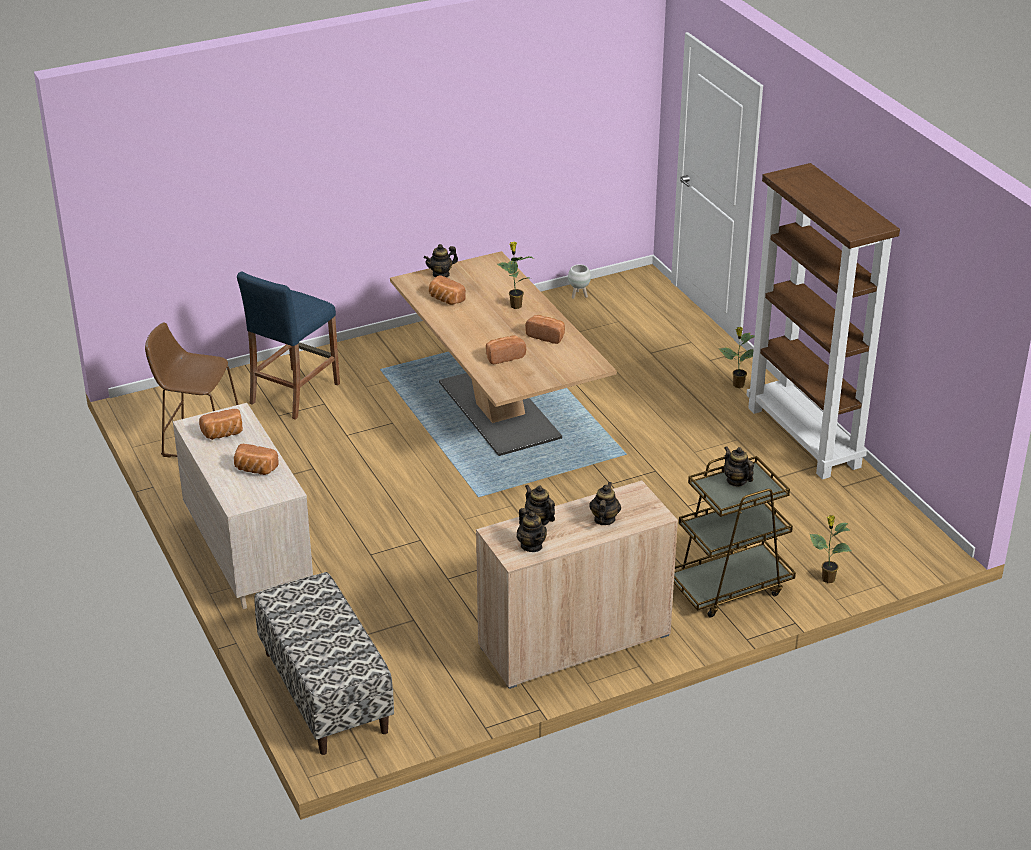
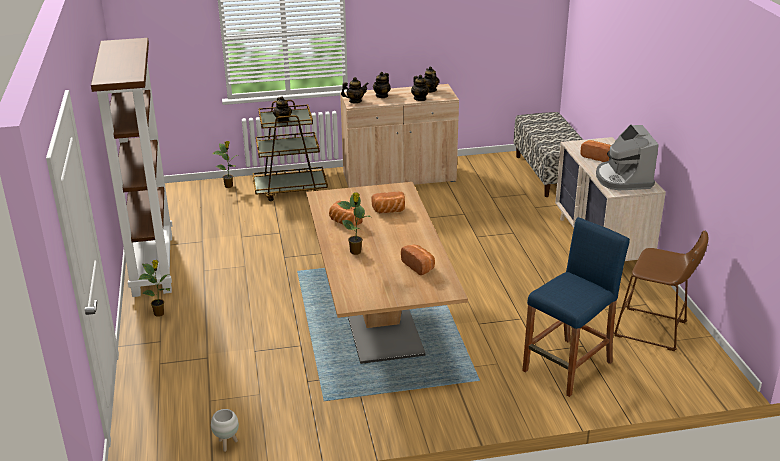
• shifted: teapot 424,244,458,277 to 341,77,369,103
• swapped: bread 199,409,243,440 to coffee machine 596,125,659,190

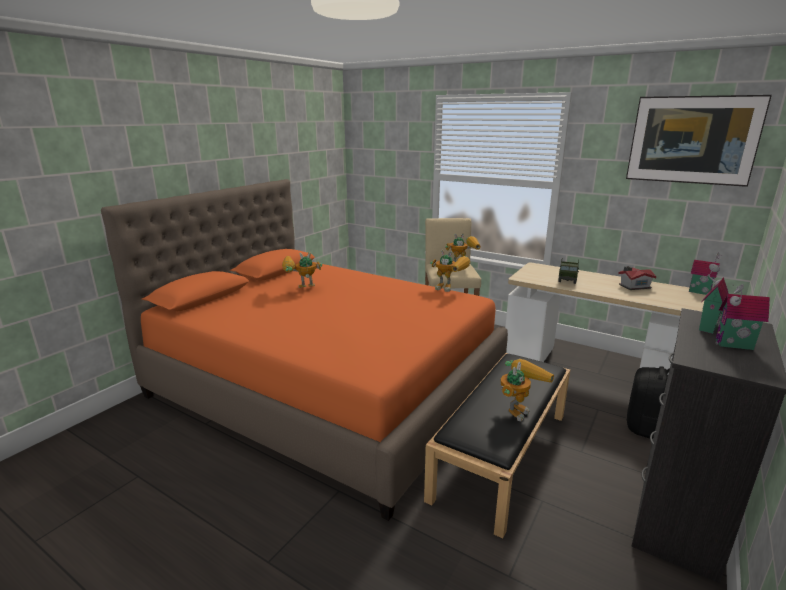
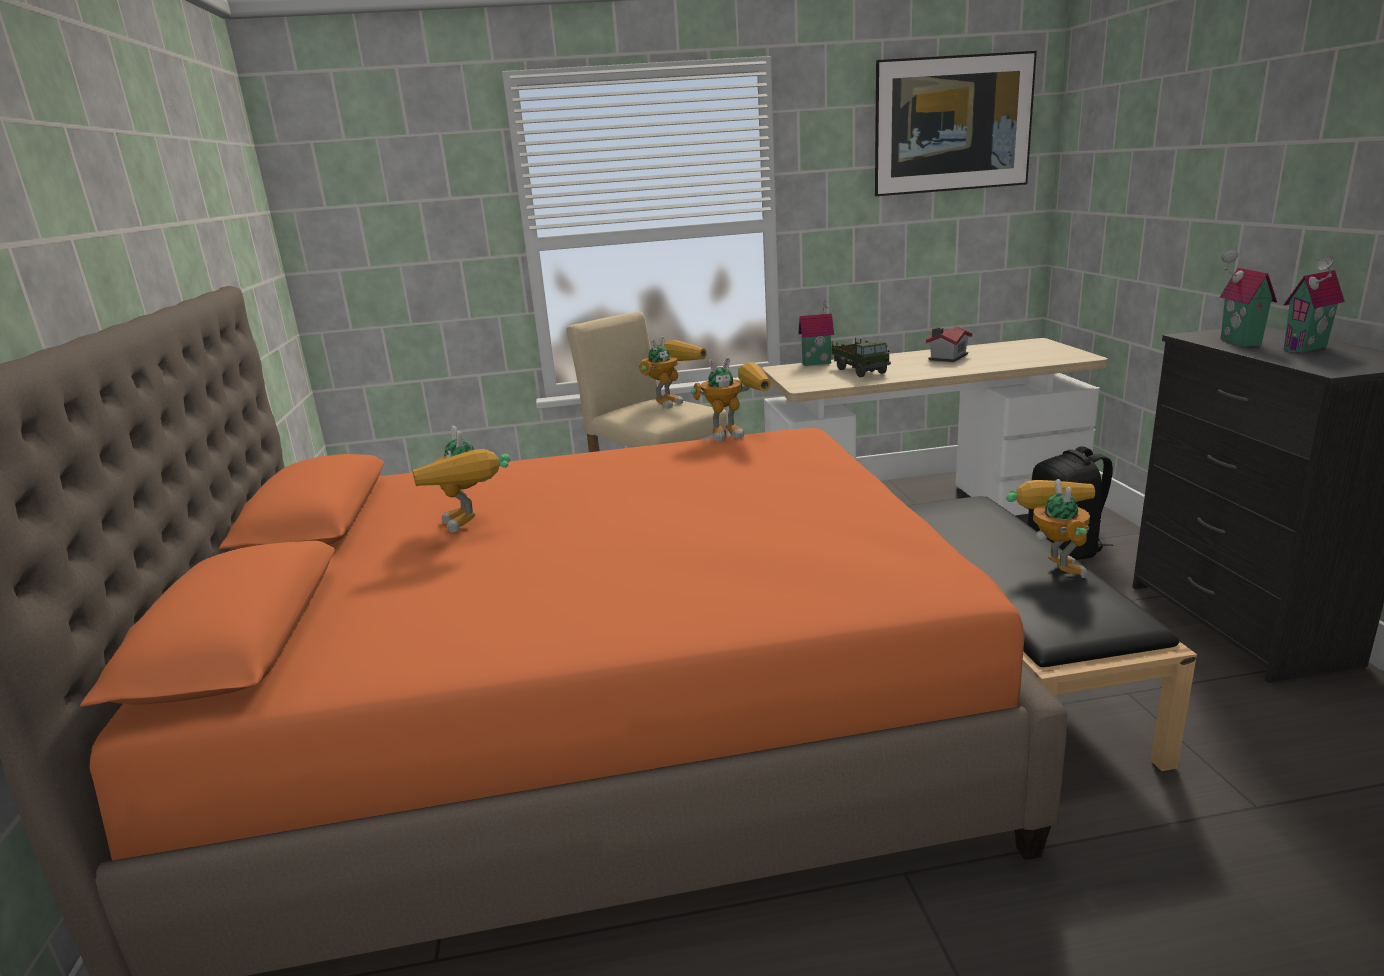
• rotated: toy robot 282,252,322,288 = 412,426,510,533 60 degrees counterclockwise
• shifted: toy house 689,253,723,295 to 798,300,834,366

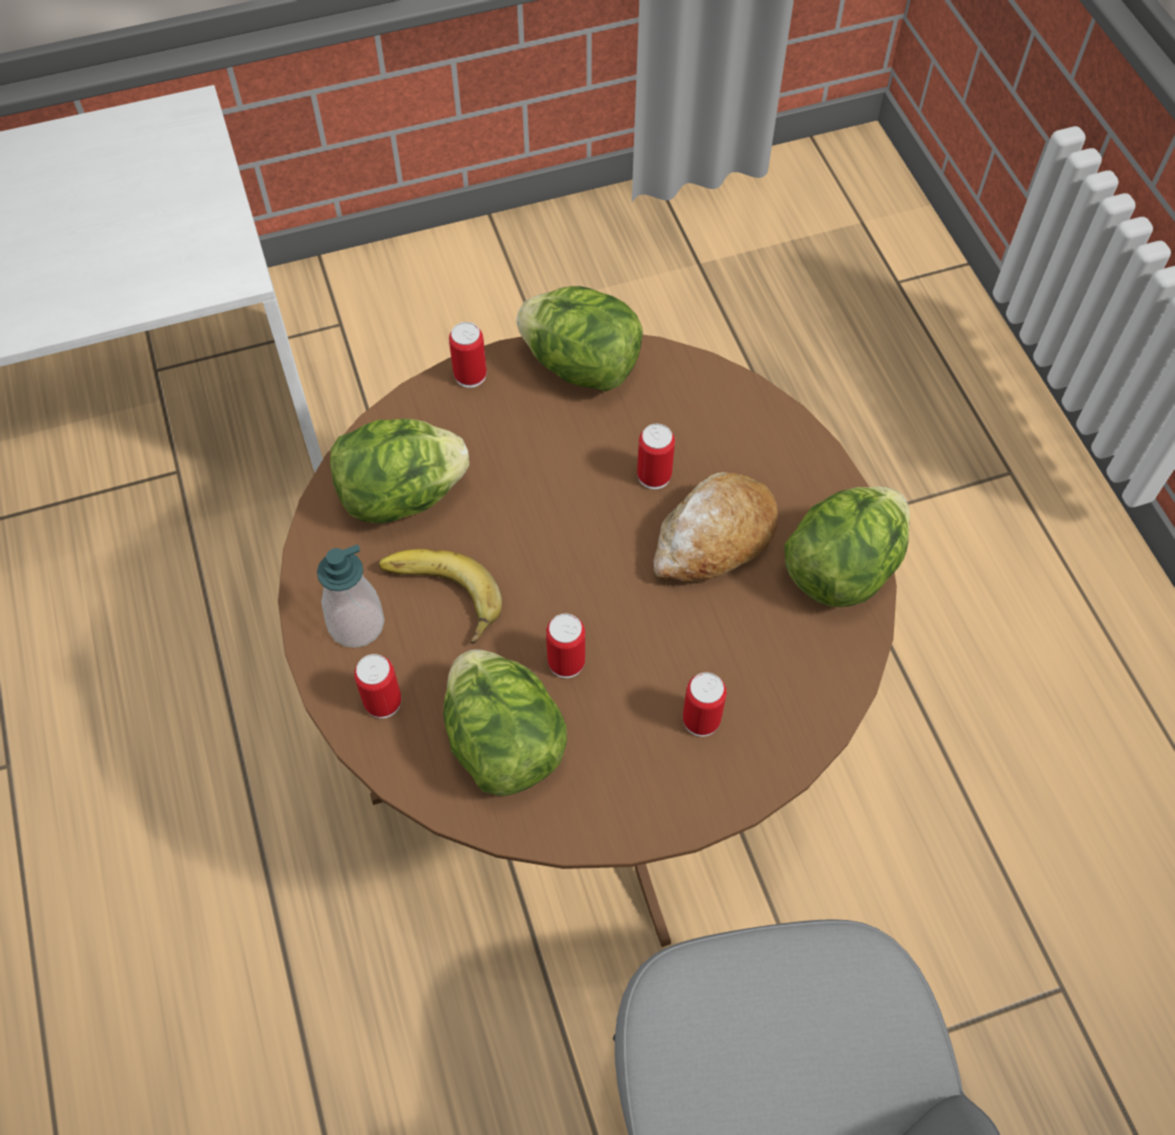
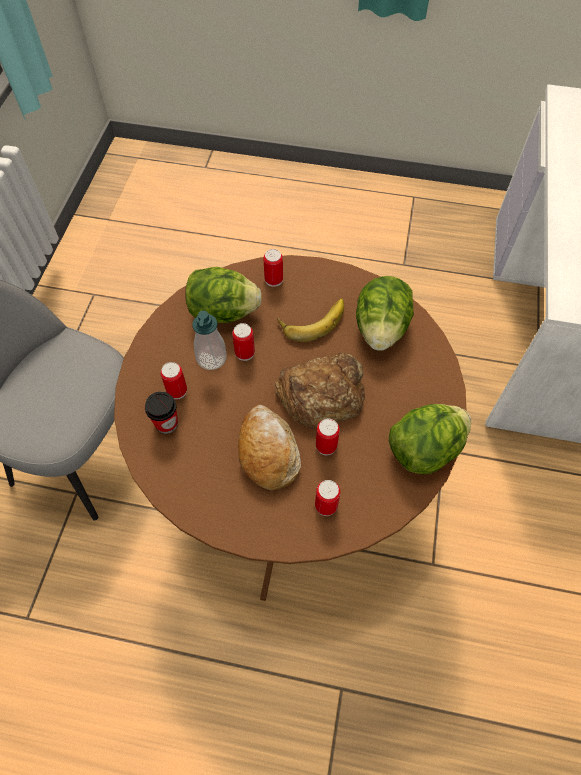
• shifted: can 449,322,487,388 to 315,480,340,516
• gone: lettuce 784,486,910,607
• shifted: soap dispenser 317,544,385,648 to 192,311,227,370
• new: bread 275,353,365,428
• new: cup 145,391,178,434

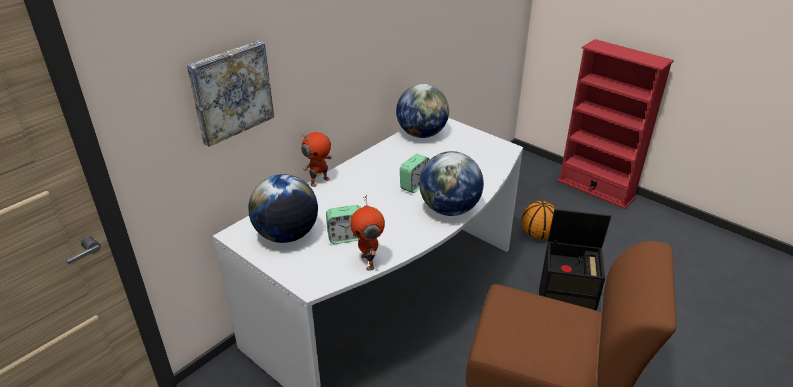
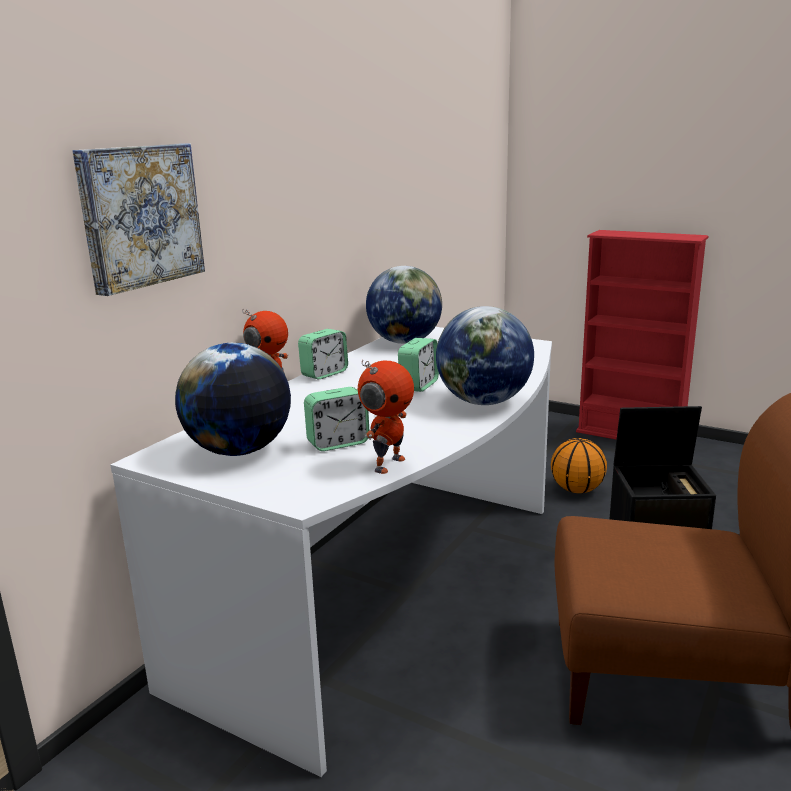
• rotated: toy robot 350,195,385,271 = 358,360,414,474 120 degrees counterclockwise
• new: alarm clock 298,329,348,380

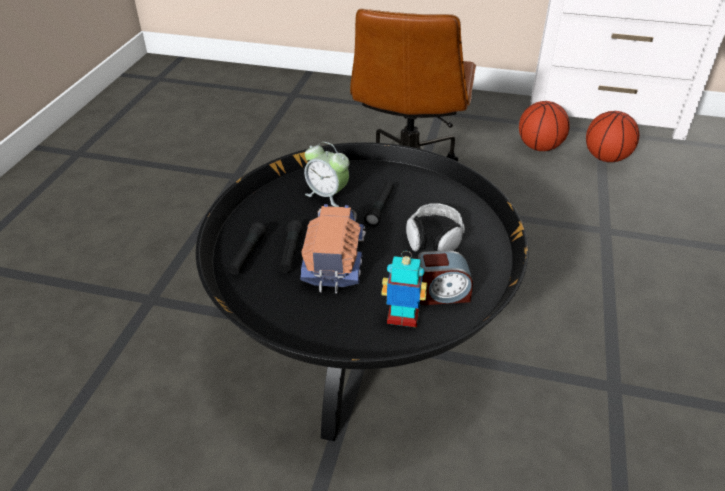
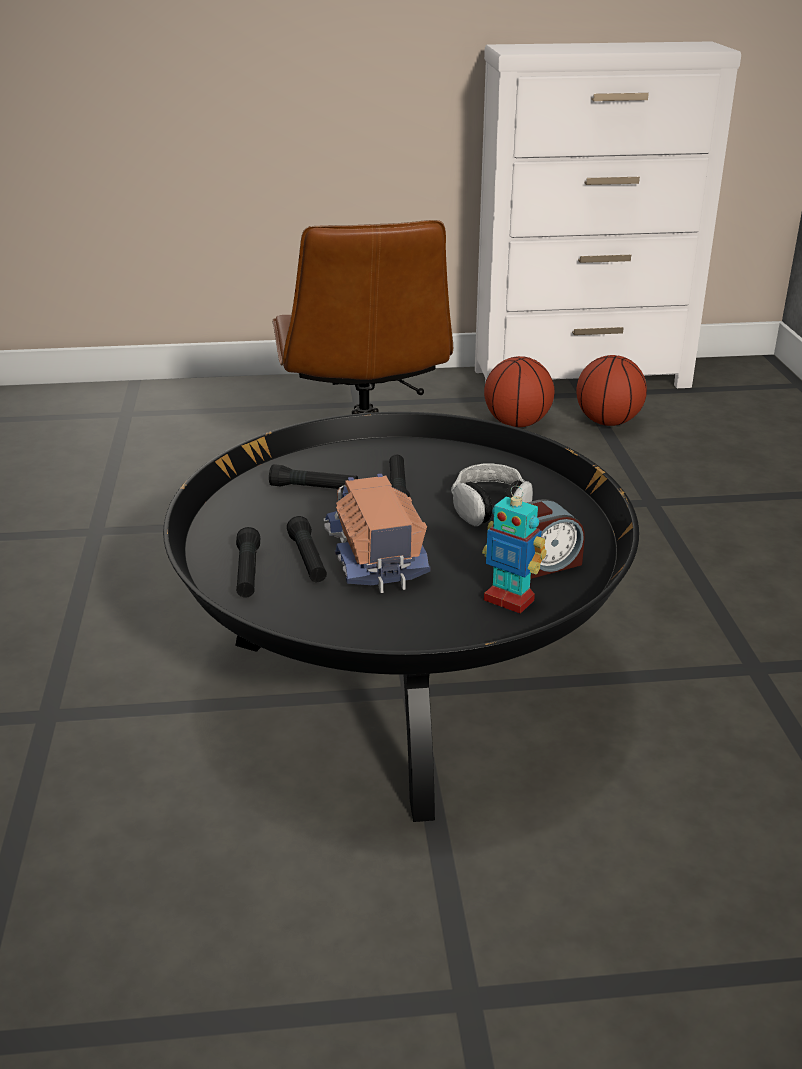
• swapped: alarm clock 304,142,349,207 to flashlight/black 269,464,358,489
• rotated: toy robot 381,251,427,328 = 482,486,547,614 135 degrees counterclockwise

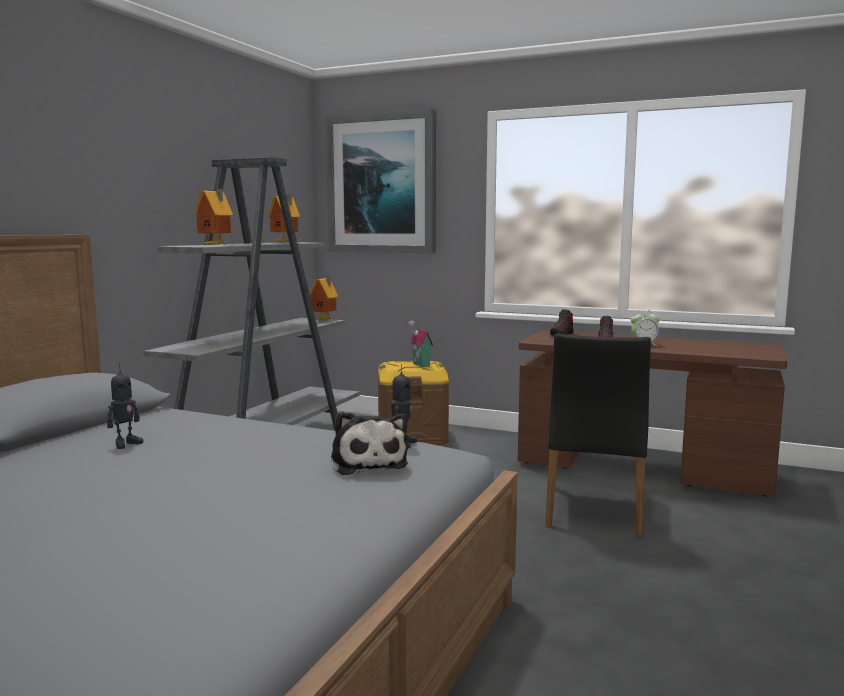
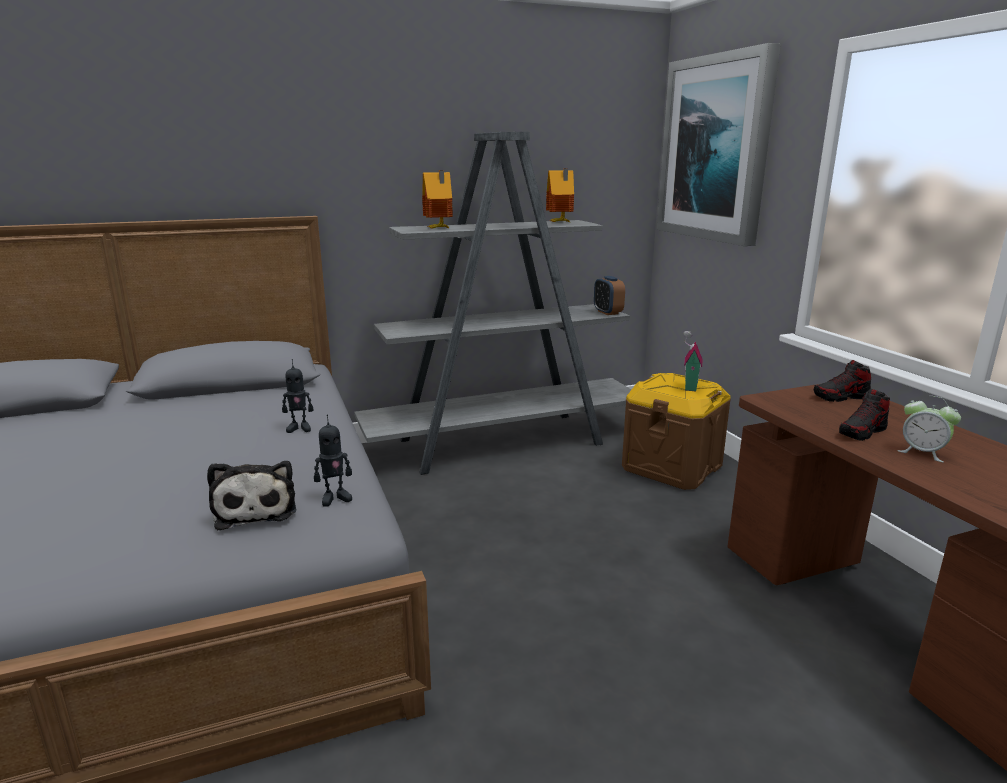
• swapped: toy house 310,277,338,320 to alarm clock 594,276,625,315
• gone: chair/black 546,334,651,537
• shifted: toy robot 107,363,143,449 to 282,359,313,433
• rotated: plush toy 331,411,408,475 = 207,461,296,530 45 degrees counterclockwise

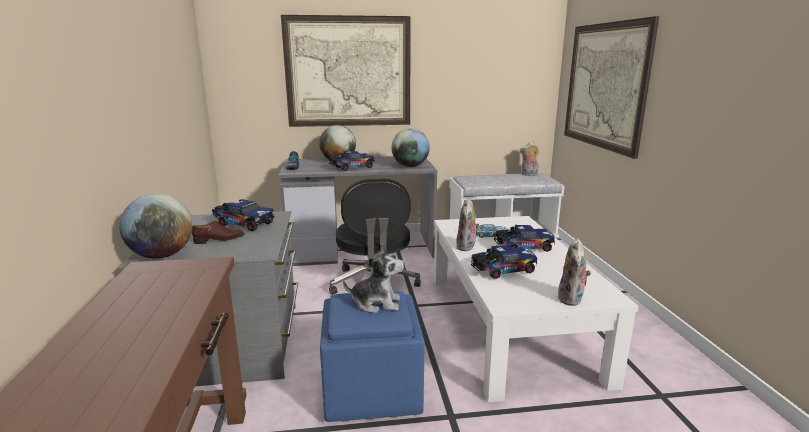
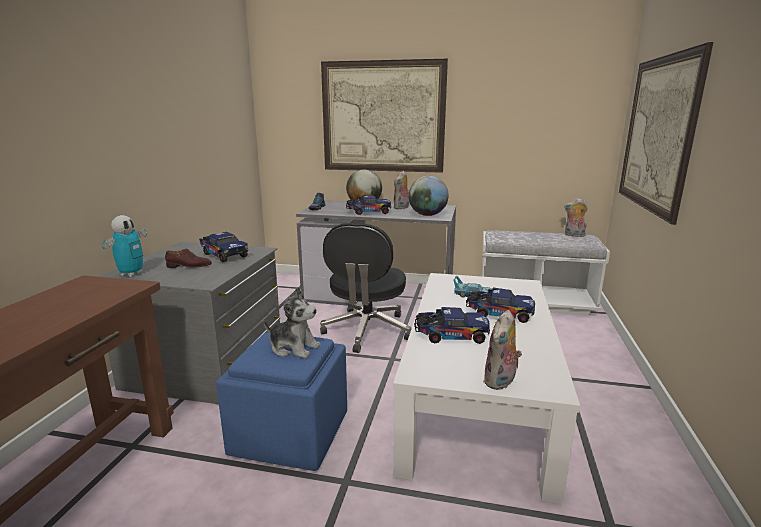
• swapped: globe 119,194,192,259 to toy robot 102,215,147,277
• shifted: plush toy 456,198,480,251 to 394,171,409,209

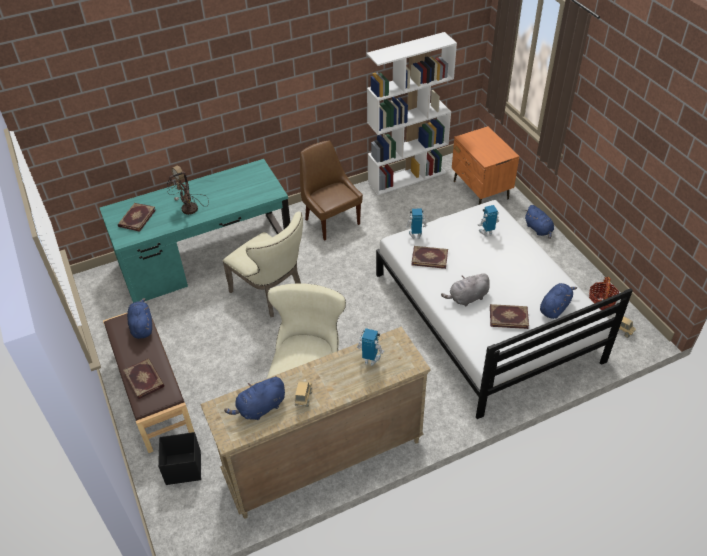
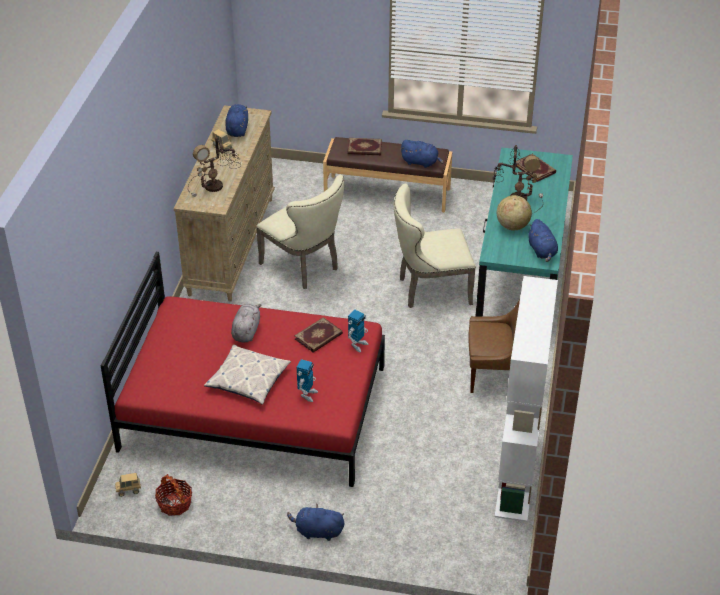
• gone: nightstand/orange 452,126,519,205
• repainted: bed/white 376,200,633,419 to bed/red 100,252,385,487
• shifted: plush toy/blue 540,283,577,319 to 528,219,558,262
• gone: book 490,304,529,329
• swapped: toy robot 357,328,385,366 to table lamp 188,137,241,197
• gone: storage box/black 158,432,201,485
• new: globe 497,195,532,230
• new: pillow 204,345,291,405

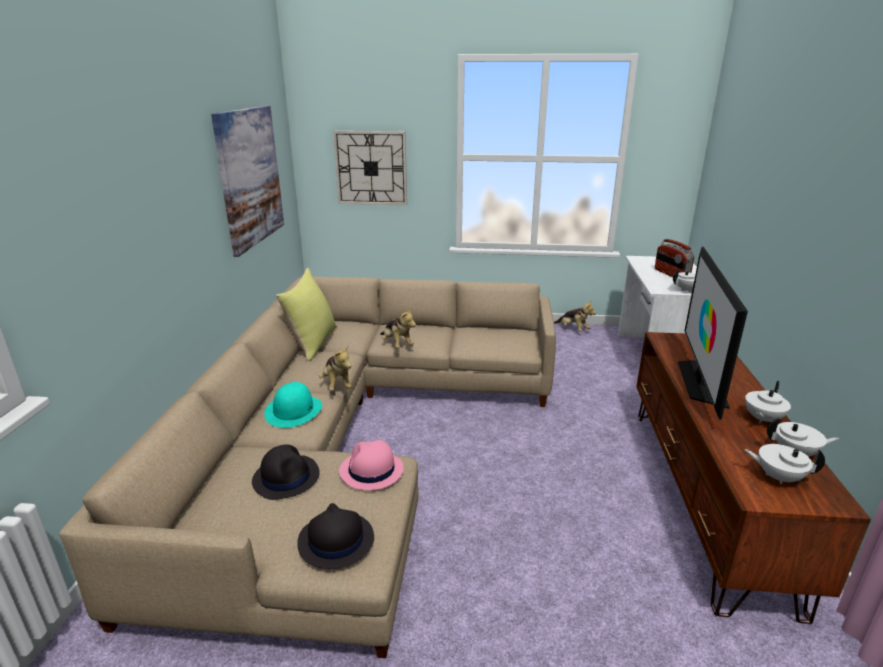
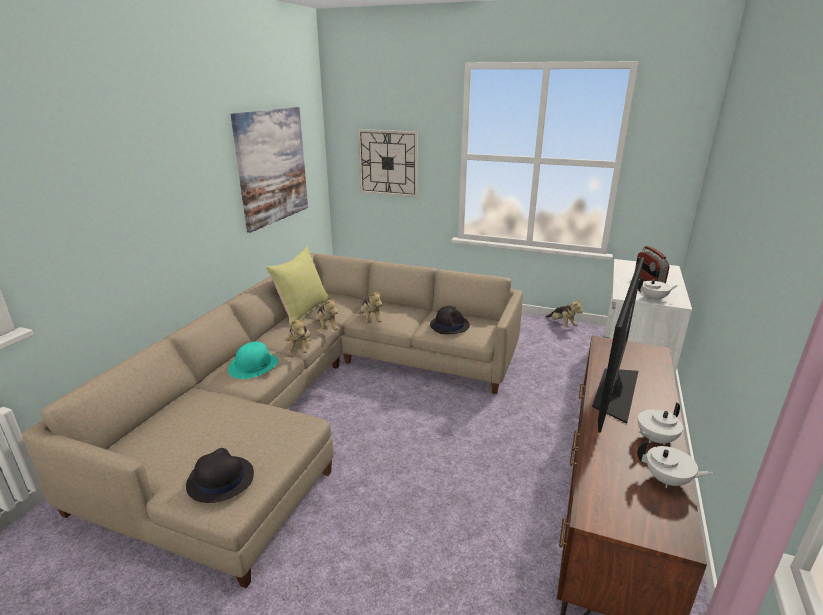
• gone: hat/pink 339,440,404,490
• gone: teapot/white 744,444,825,485
• shifted: hat/black 252,445,320,500 to 430,306,470,334
• new: plush toy 312,297,338,331

